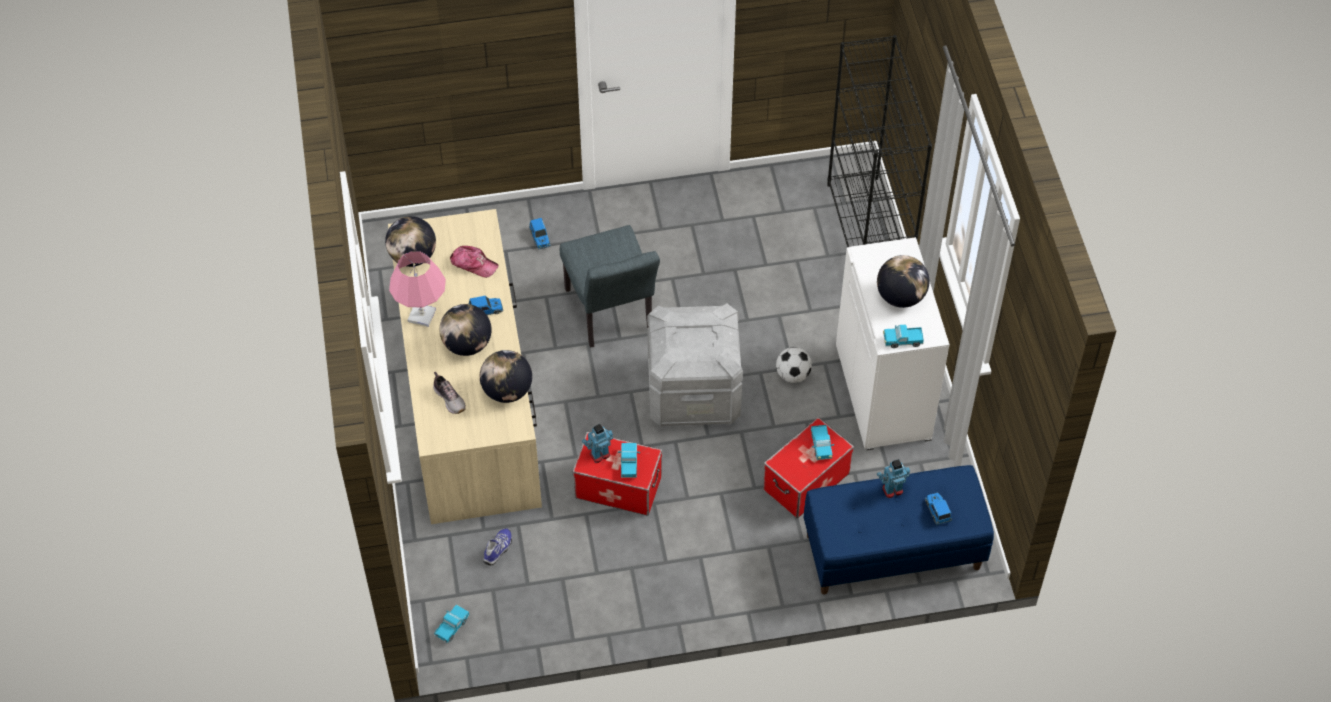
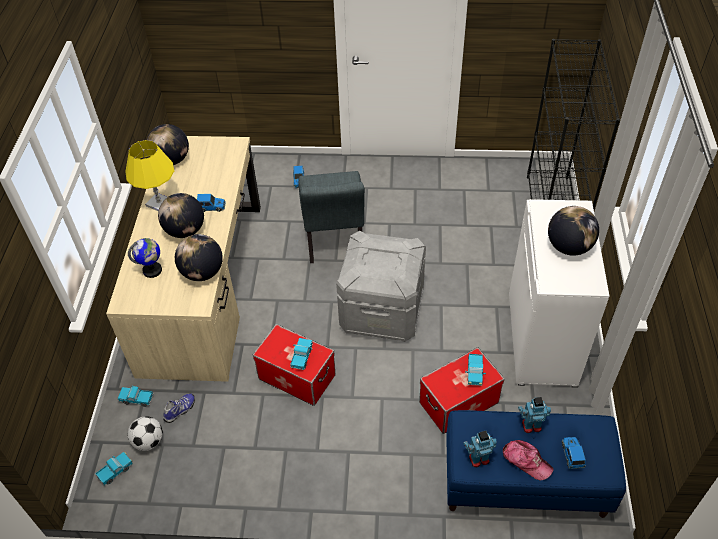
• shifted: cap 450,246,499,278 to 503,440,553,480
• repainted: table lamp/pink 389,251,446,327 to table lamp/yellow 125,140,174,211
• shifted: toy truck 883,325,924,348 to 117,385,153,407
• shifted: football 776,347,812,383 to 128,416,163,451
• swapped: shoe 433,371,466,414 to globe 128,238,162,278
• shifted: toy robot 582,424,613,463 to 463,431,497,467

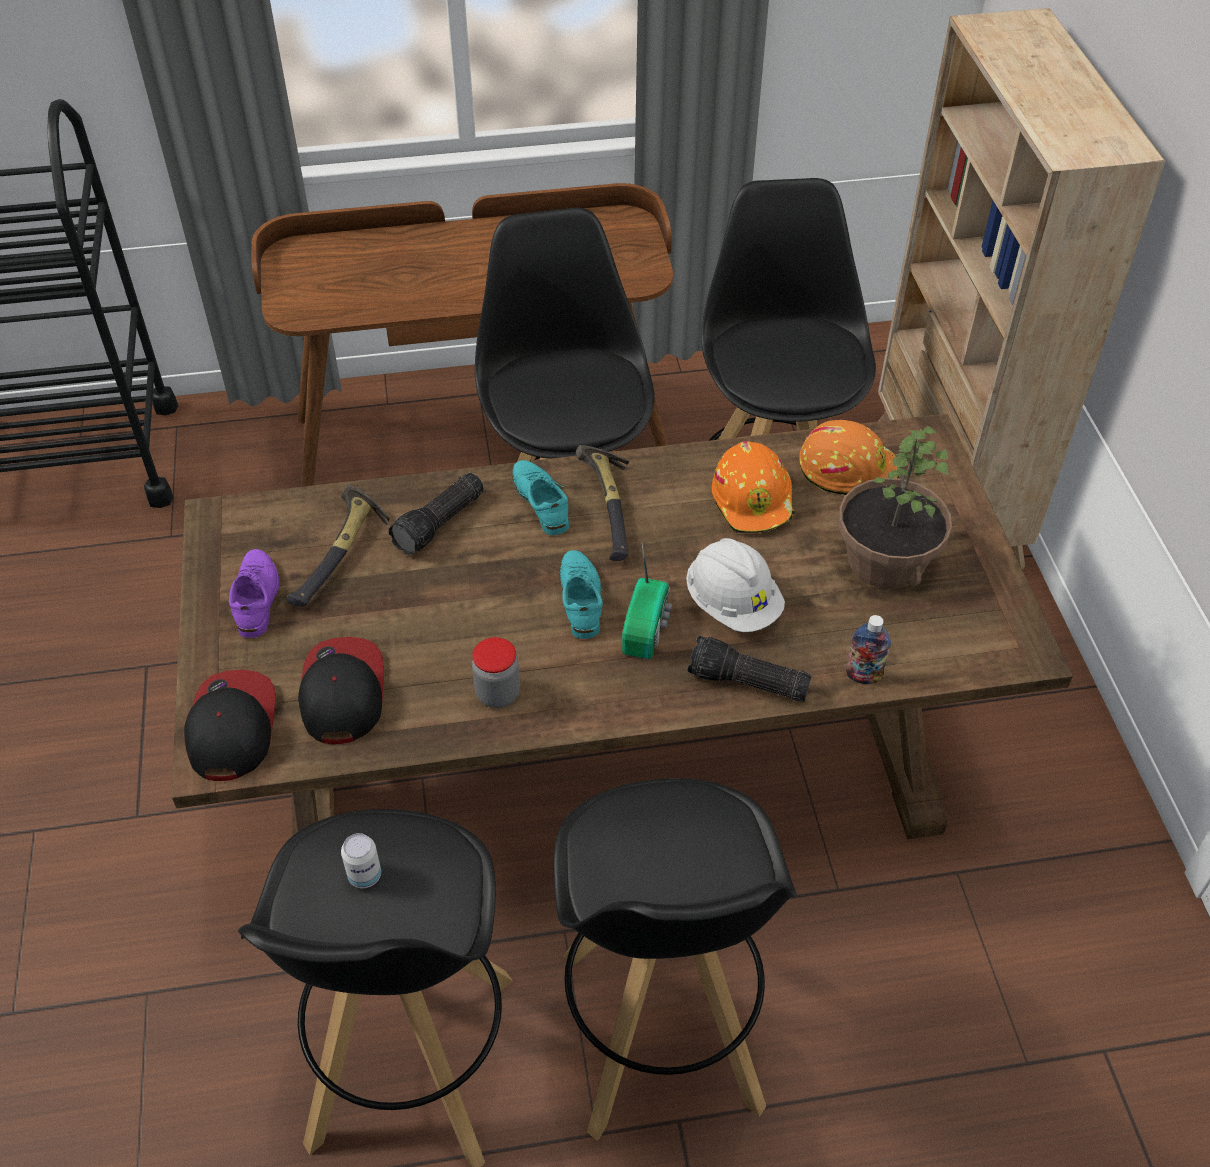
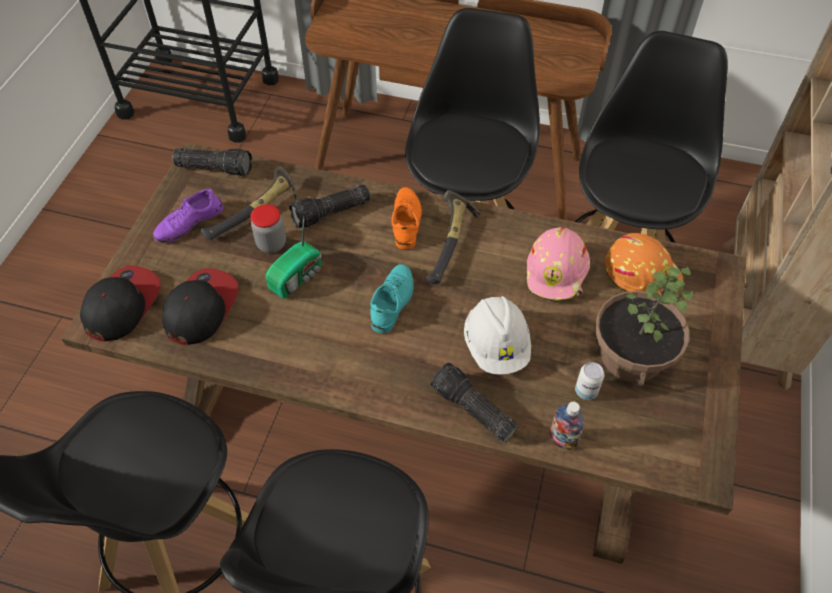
• repainted: hard hat/orange 712,441,795,533 to hard hat/pink 527,227,590,301
• repainted: shoe/turquoise 512,460,569,535 to shoe/orange 391,187,422,249
• shifted: radio 622,543,672,659 to 265,216,322,299
• rotated: shoe/purple 229,549,280,638 = 153,188,224,243 150 degrees counterclockwise
• shifted: jar 472,637,520,708 to 250,204,286,253
• shifted: can 341,833,381,888 to 575,362,605,400
• new: flashlight 173,148,252,176

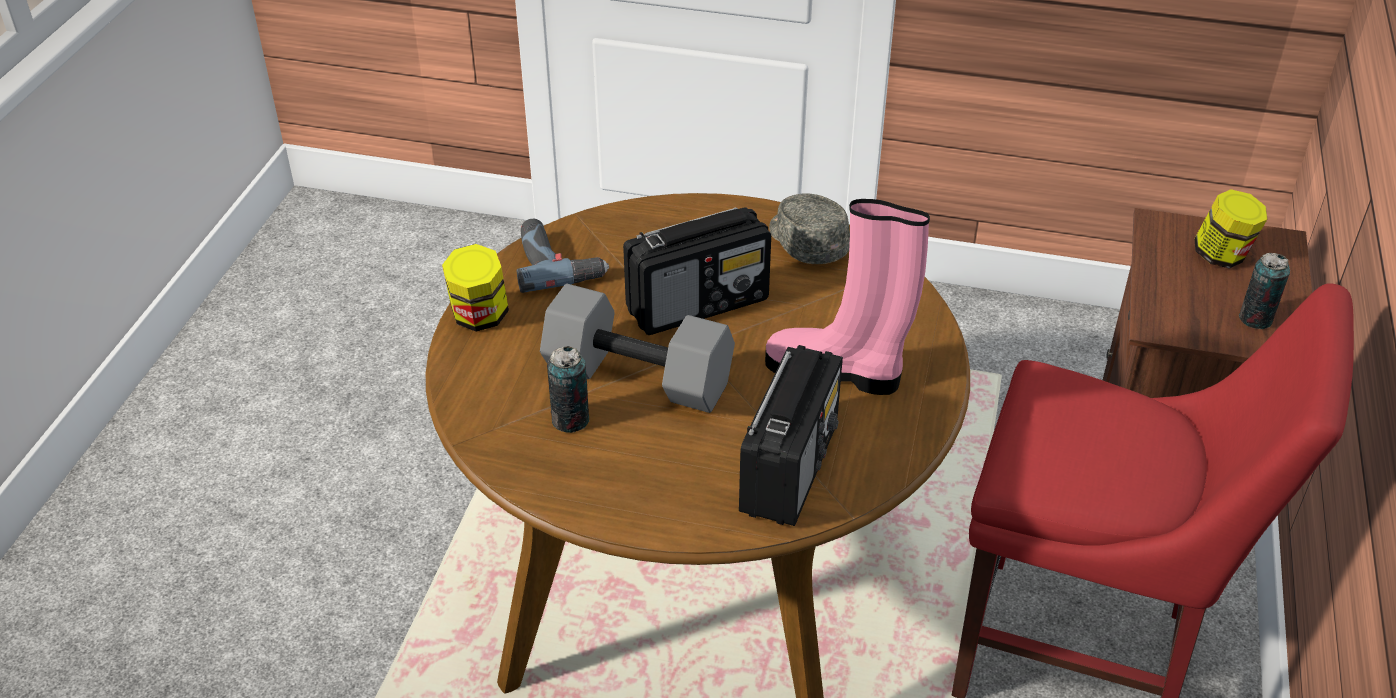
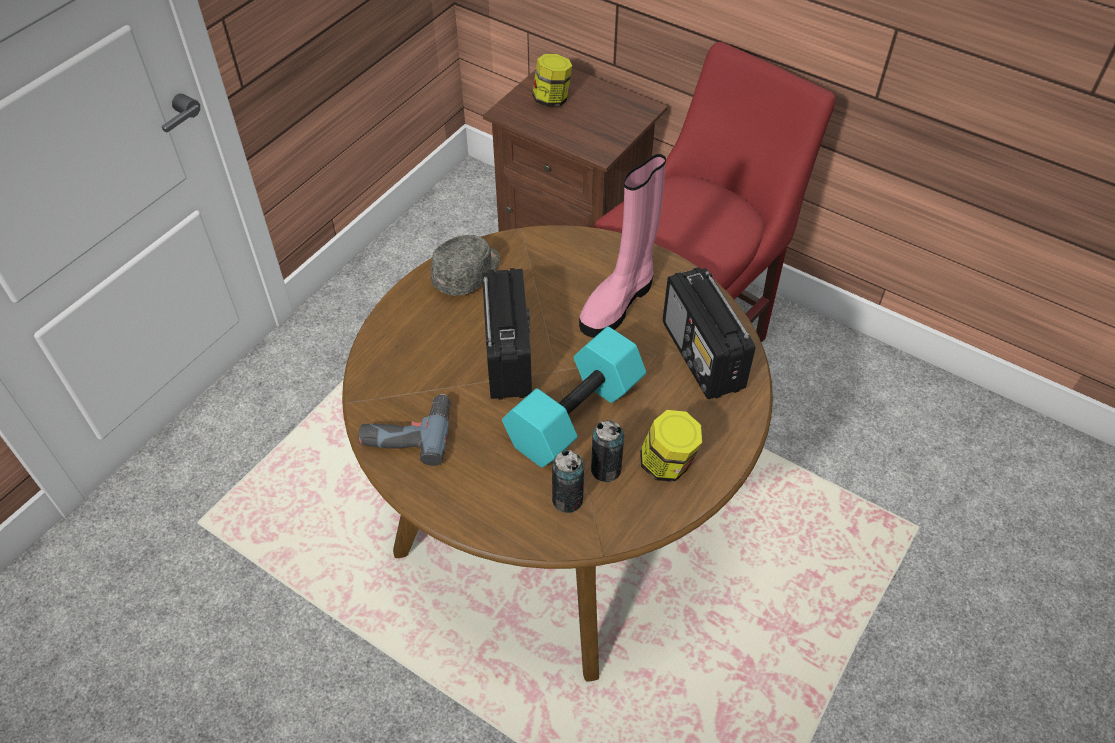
• rotated: cap/grey 769,194,850,264 = 430,235,500,296 135 degrees clockwise
• shifted: jar 442,244,509,332 to 640,410,702,482
• shifted: can 1239,253,1290,329 to 552,450,584,513
• repainted: dumbbell/grey 540,284,735,413 to dumbbell/turquoise 502,327,646,468
• rotated: radio 739,345,843,526 = 663,267,755,399 150 degrees counterclockwise

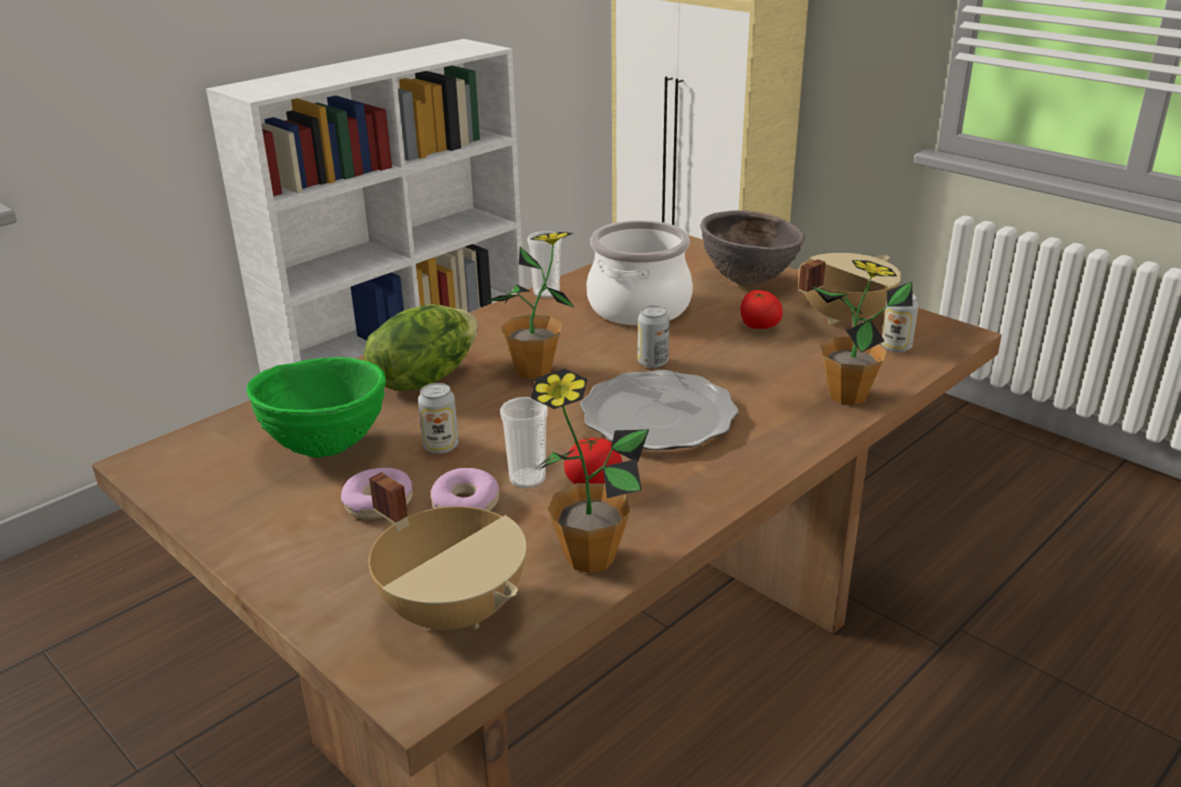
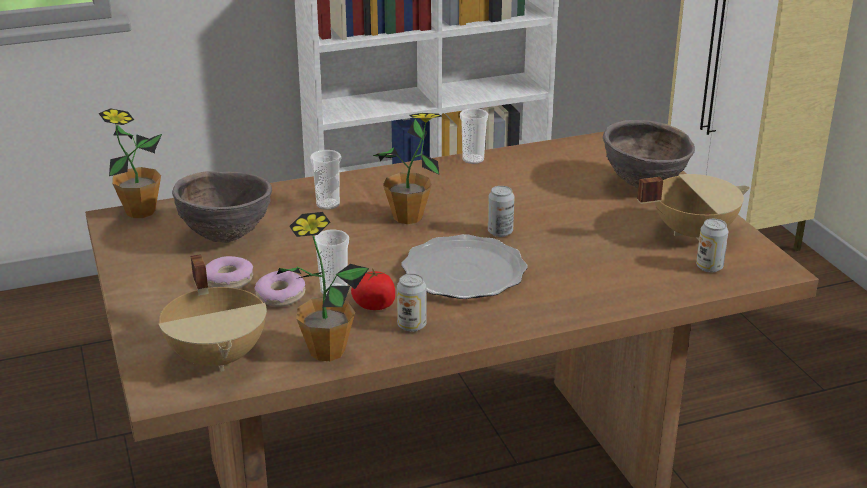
• gone: cooking pot 587,220,693,326
• shifted: potted plant 813,260,913,405 to 98,108,162,218
• gone: tomato 740,290,783,329
• swapped: lettuce 364,304,478,391 to cup 310,150,341,210
• repainted: bowl/green 246,357,386,458 to bowl/brown 172,171,272,243
• shifted: can 418,383,458,454 to 397,273,427,332

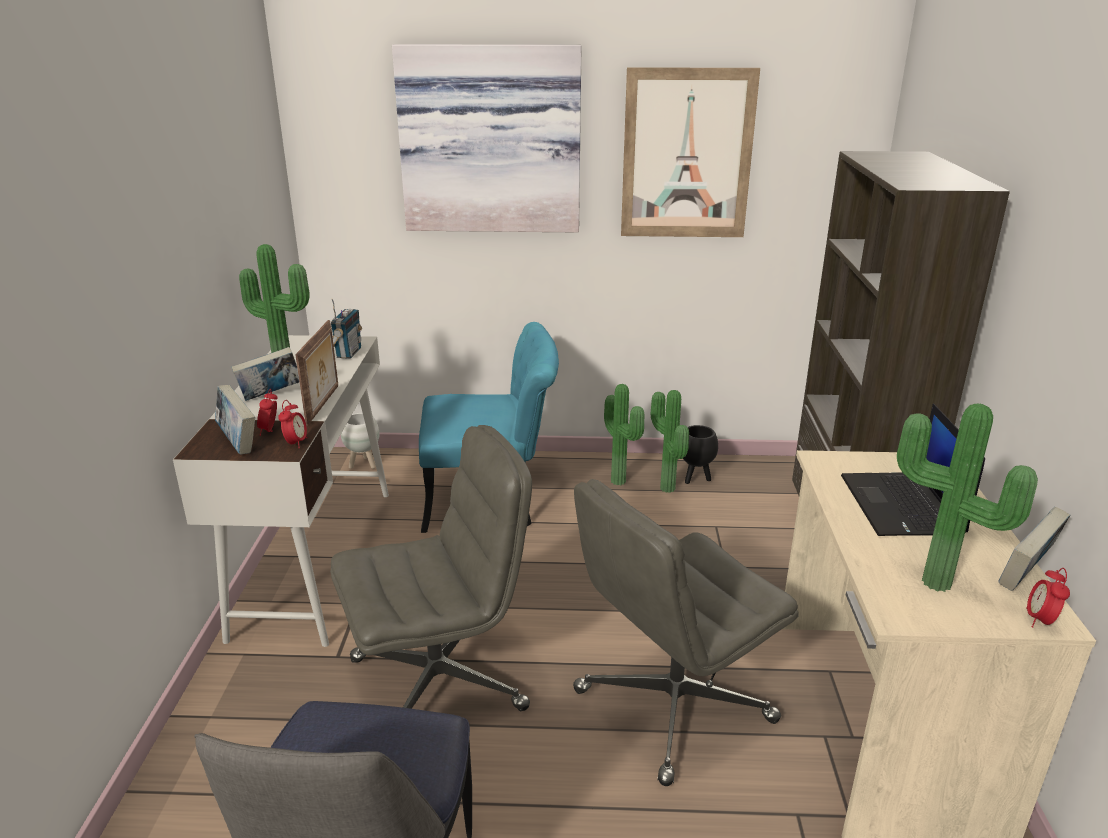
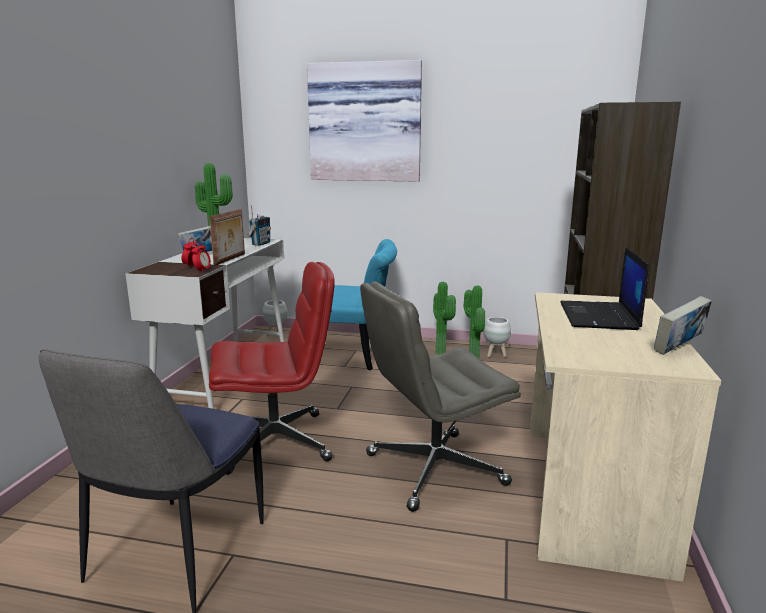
• gone: picture 621,67,760,237
• gone: book 215,385,255,454
• gone: potted plant 897,404,1038,592
• repainted: office chair/grey 330,425,532,711 to office chair/red 209,262,335,475
• repainted: planter/black 683,425,718,484 to planter/white 483,317,511,357
• gone: alarm clock 1026,568,1070,628

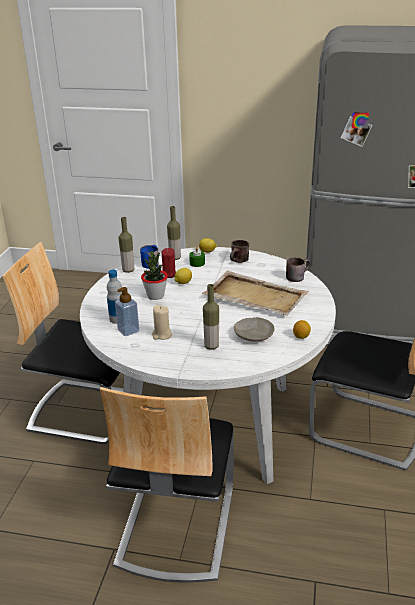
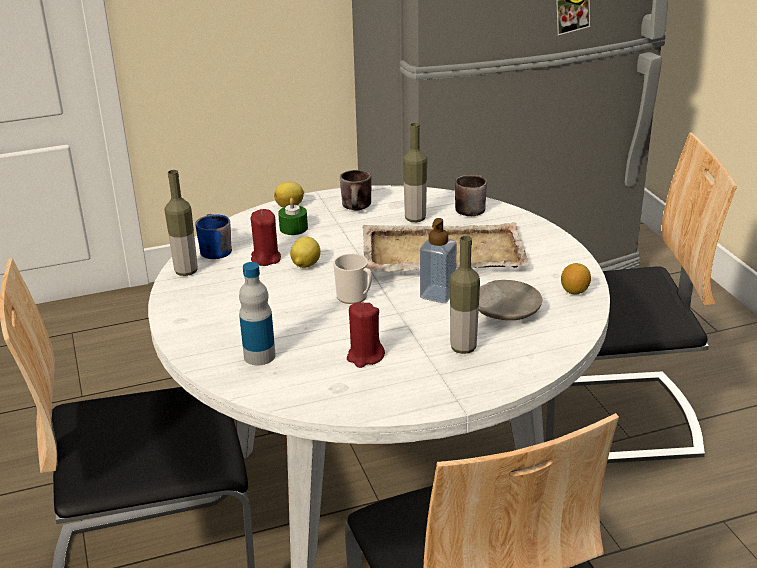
• shifted: bottle 167,206,181,260 to 403,123,427,222
• gone: potted plant 141,251,168,300
• shifted: soap dispenser 115,287,139,336 to 420,218,457,303
• repainted: candle/beige 152,305,172,340 to candle/red 347,302,385,368
• new: mug 333,254,372,304

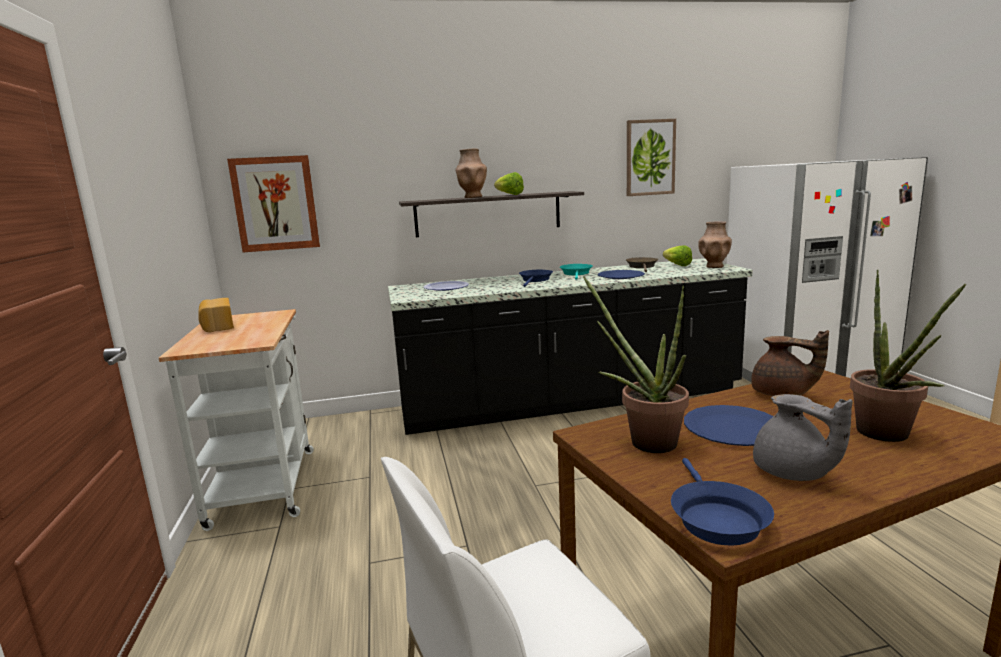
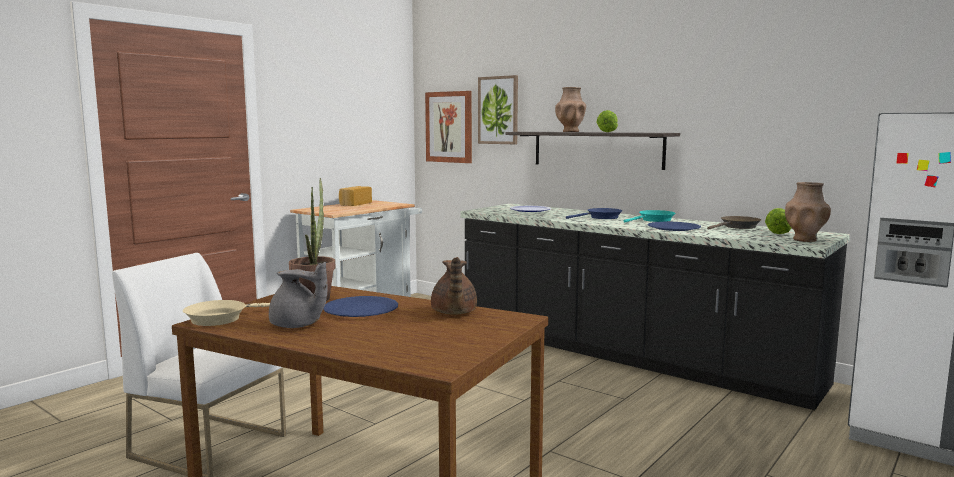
• shifted: picture 627,119,676,196 to 478,75,518,144
• gone: potted plant 850,270,966,442
• rotated: teapot/grey 753,394,853,481 = 269,262,327,328 90 degrees counterclockwise
• repainted: frying pan/blue 671,458,774,546 to frying pan/beige 183,300,270,326

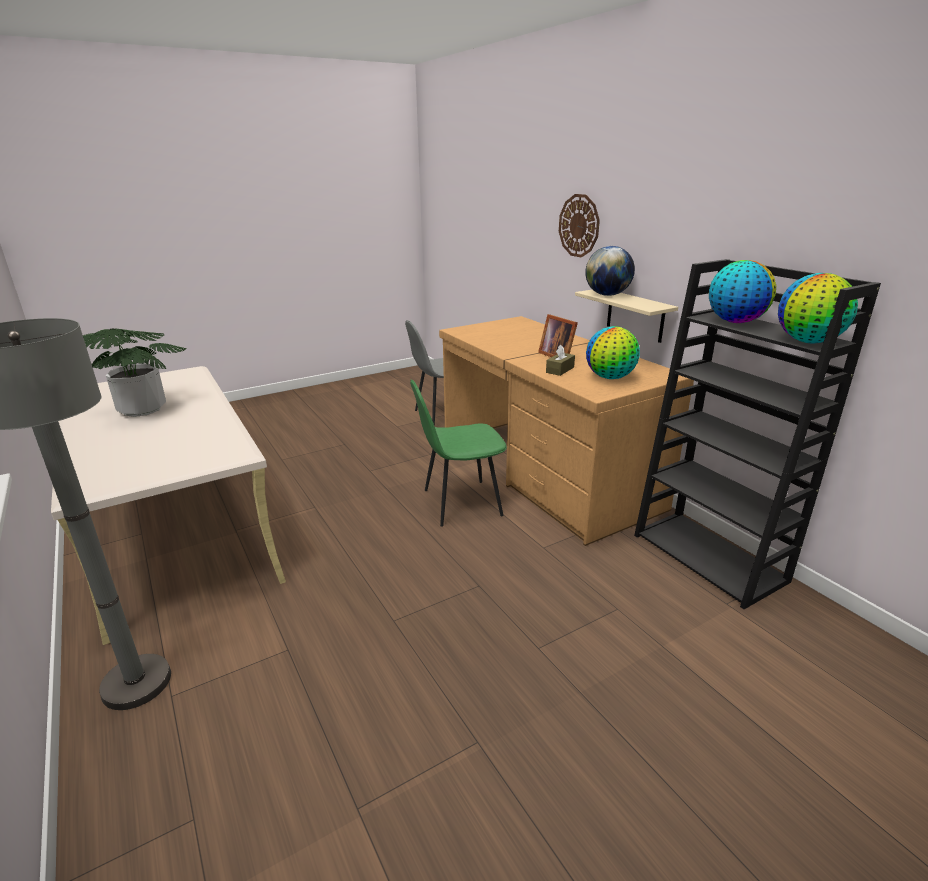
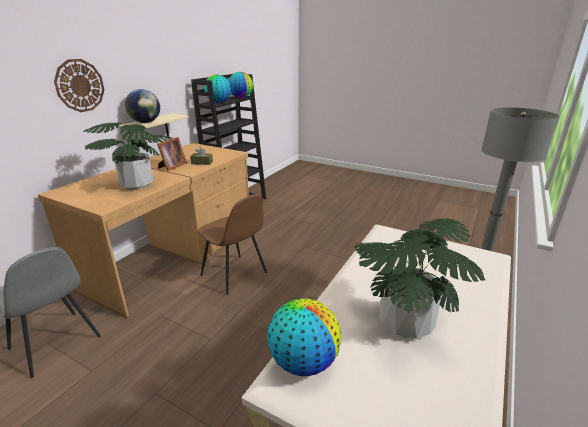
• shifted: globe 586,326,640,379 to 267,299,341,376
• repainted: chair/green 410,379,507,527 to chair/brown 198,194,267,295
• new: potted plant 83,123,172,190

